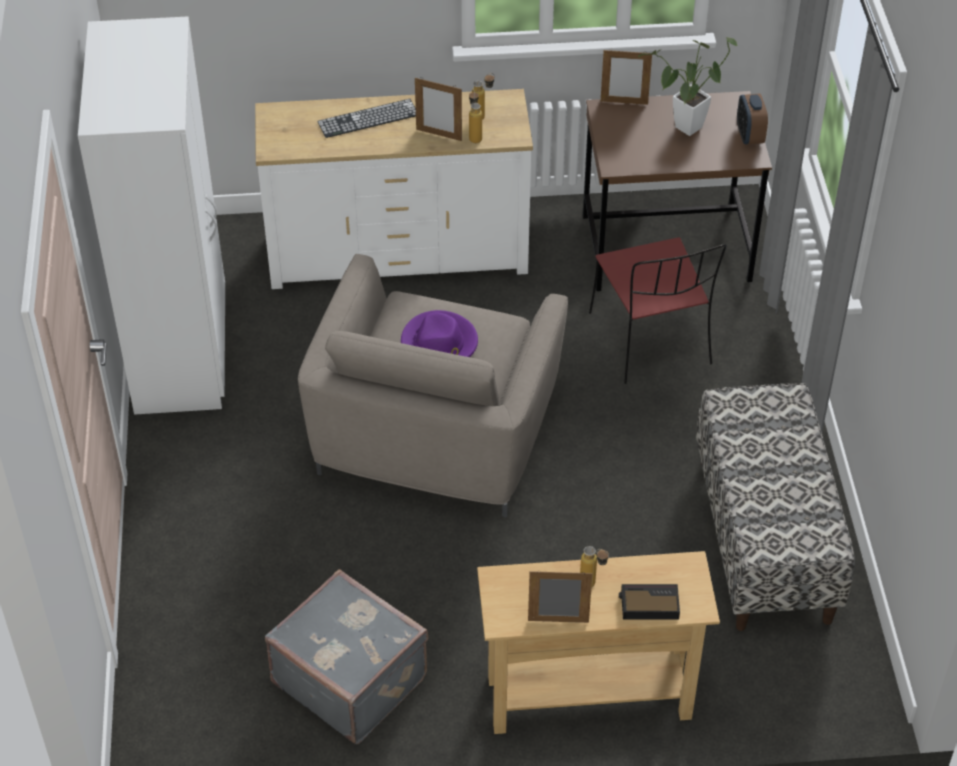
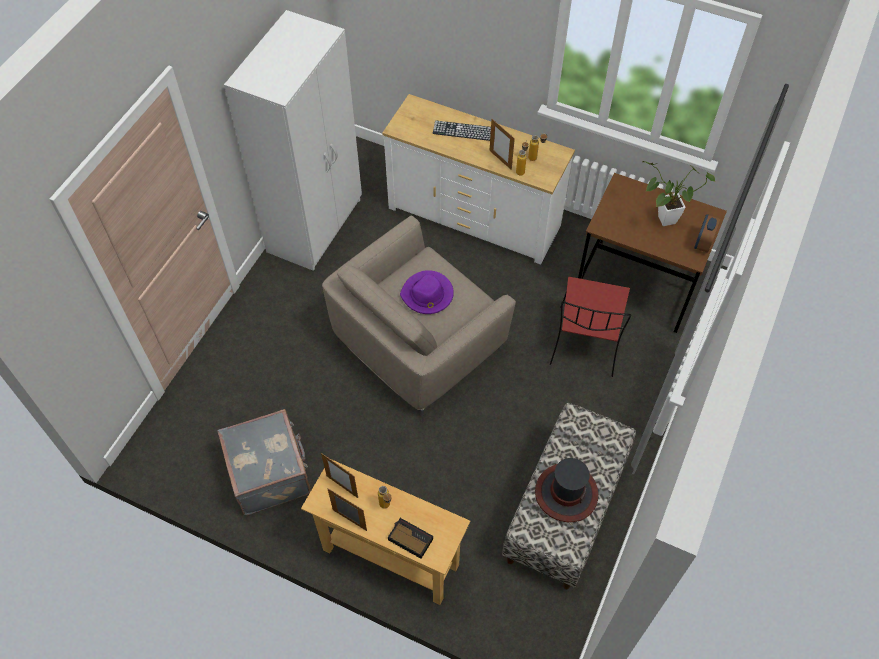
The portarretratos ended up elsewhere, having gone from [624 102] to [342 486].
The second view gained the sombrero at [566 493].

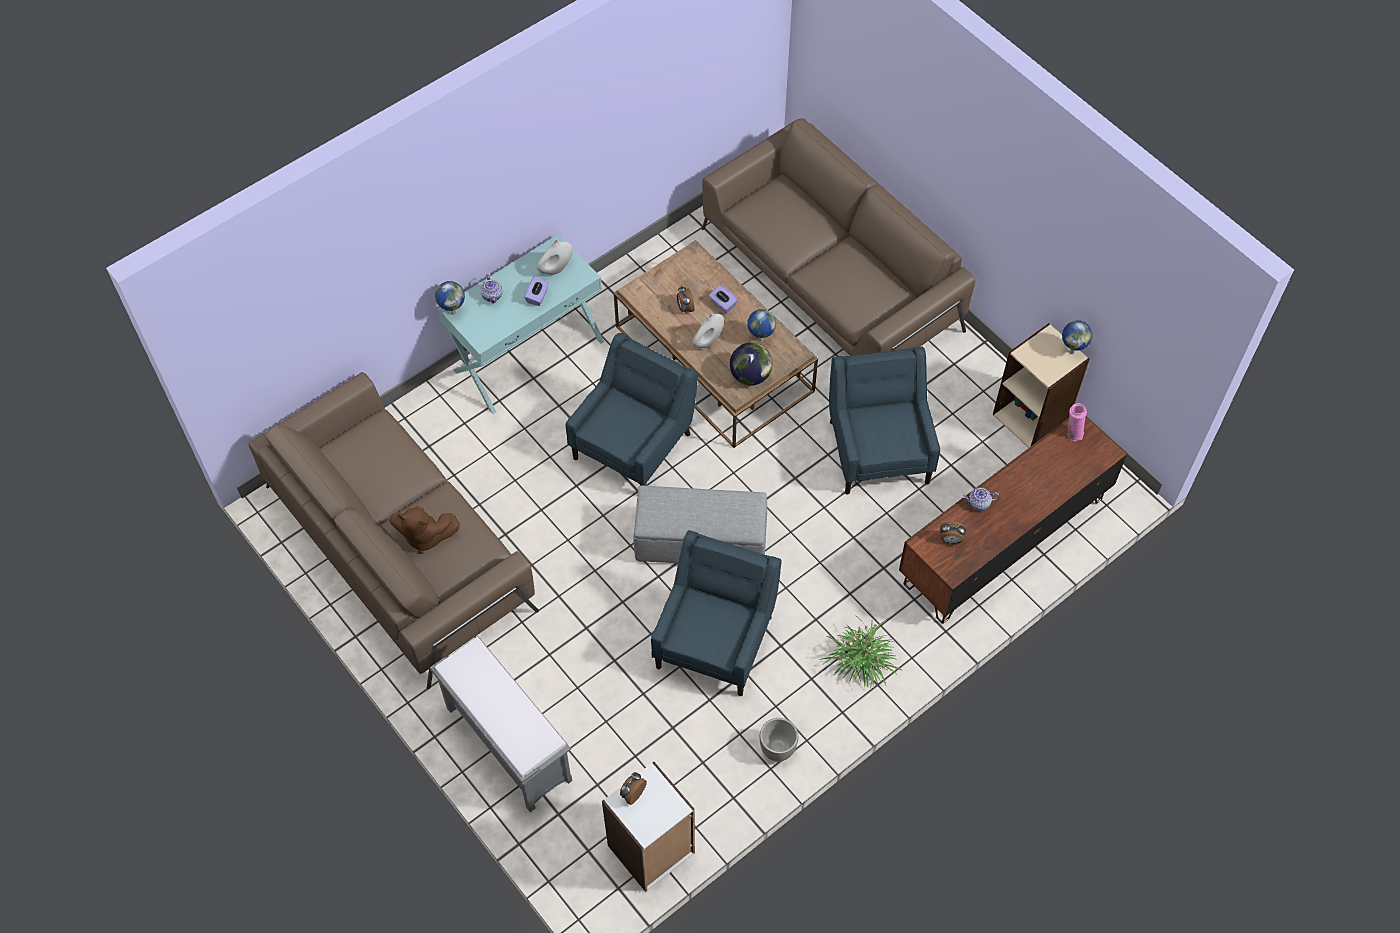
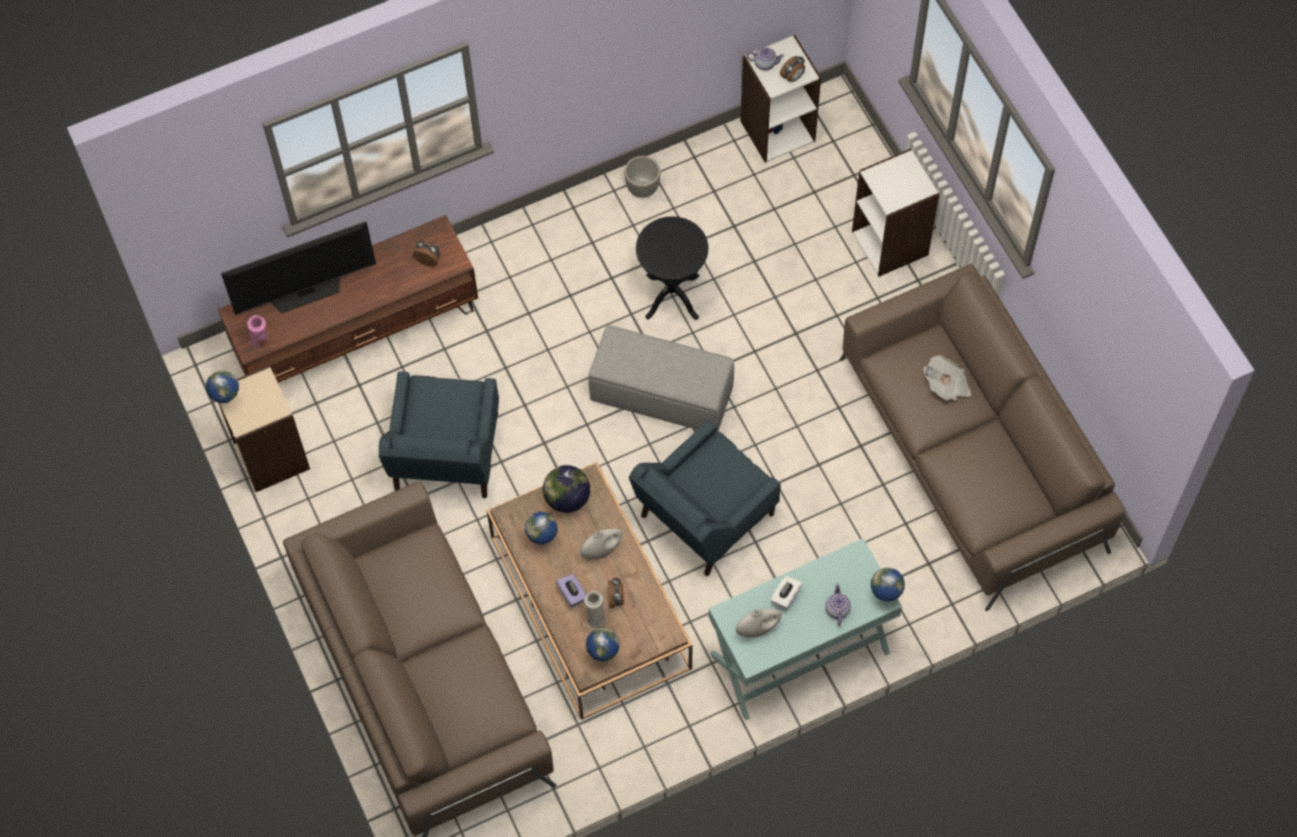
What was the caja de pañuelos (morado) at [537 296] turned into the caja de pañuelos (blanco) at [785 597].
The tetera ended up elsewhere, having gone from [979 503] to [764 63].
Where the peluche (marrón) stood at [424 536], the periódico came to stand at [946 385].
Where the sillón (azul) stood at [716 639], the mesa auxiliar (negro) came to stand at [672 296].
The second view lost the planta en maceta at [862 661].
Where the banco (gris) stood at [507 743], the estantería (blanco) came to stand at [891 243].
The second view gained the televisor at [306 292].
The second view gained the florero (blanco) at [595 618].
The second view gained the globo terráqueo at [602 656].

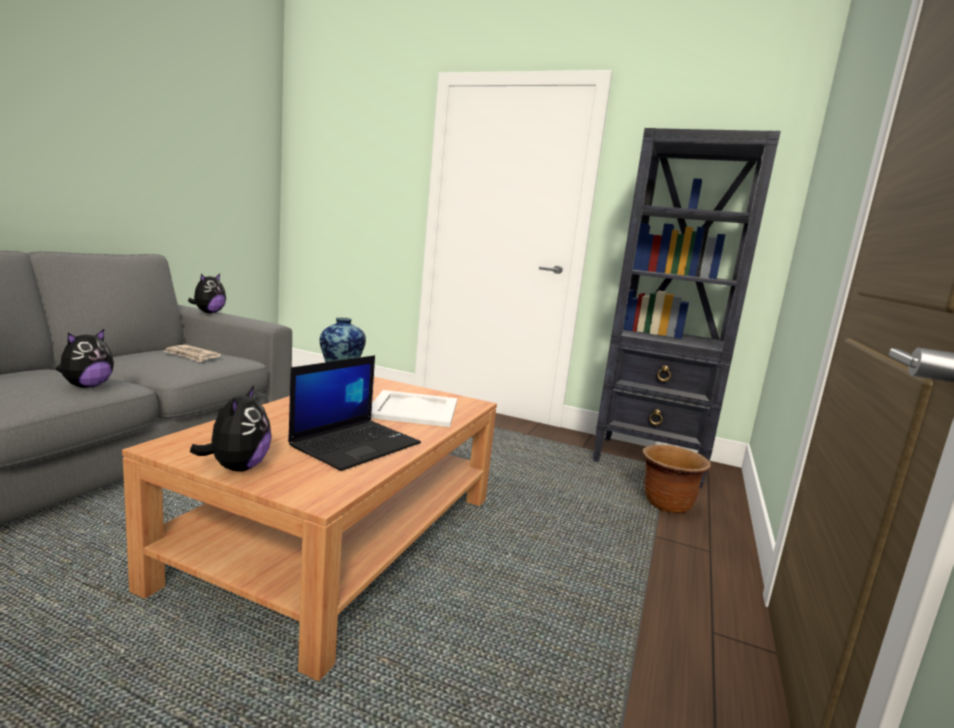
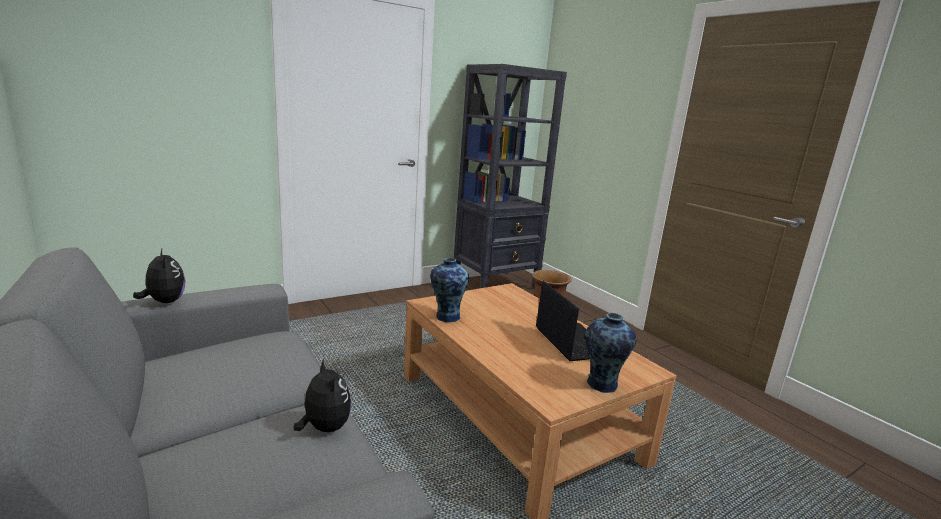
The second view lost the periódico at [192 355].
Where the peluche stood at [237 468], the florero came to stand at [601 385].
The second view lost the bandeja (blanco) at [414 409].

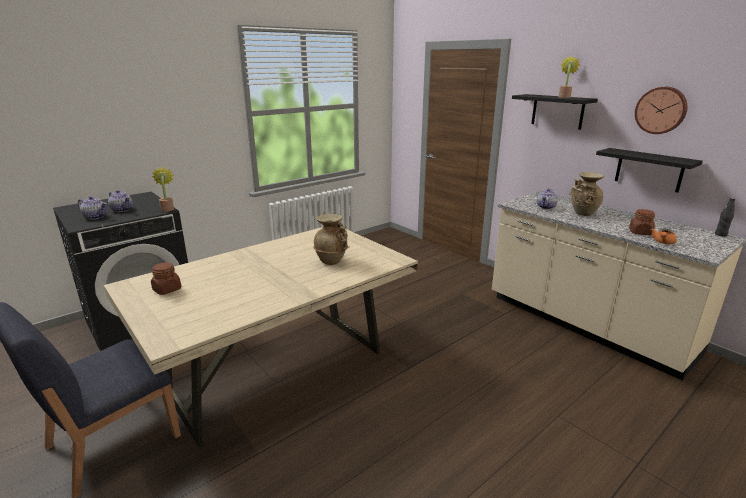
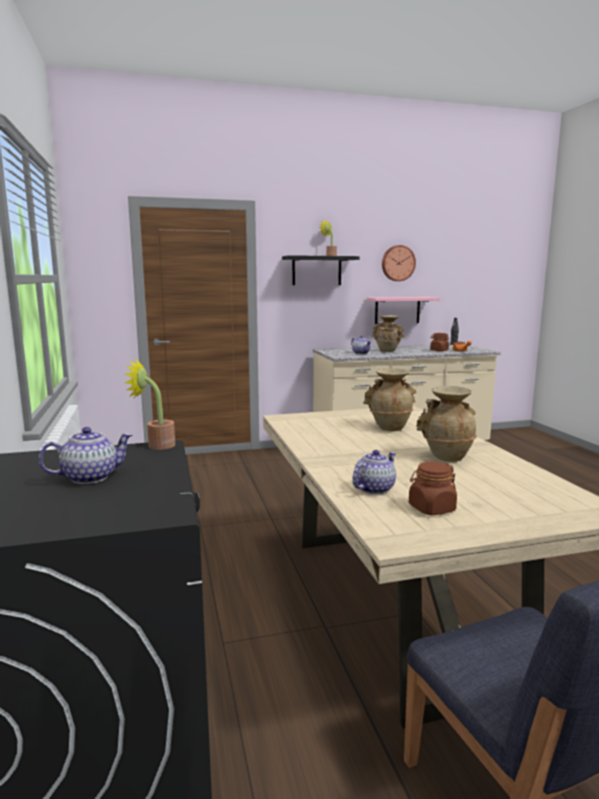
What was the estante (negro) at [649 170] turned into the estante (rosa) at [397 310].
The tetera ended up elsewhere, having gone from [96 217] to [374 488].
The second view gained the florero (beis) at [446 457].

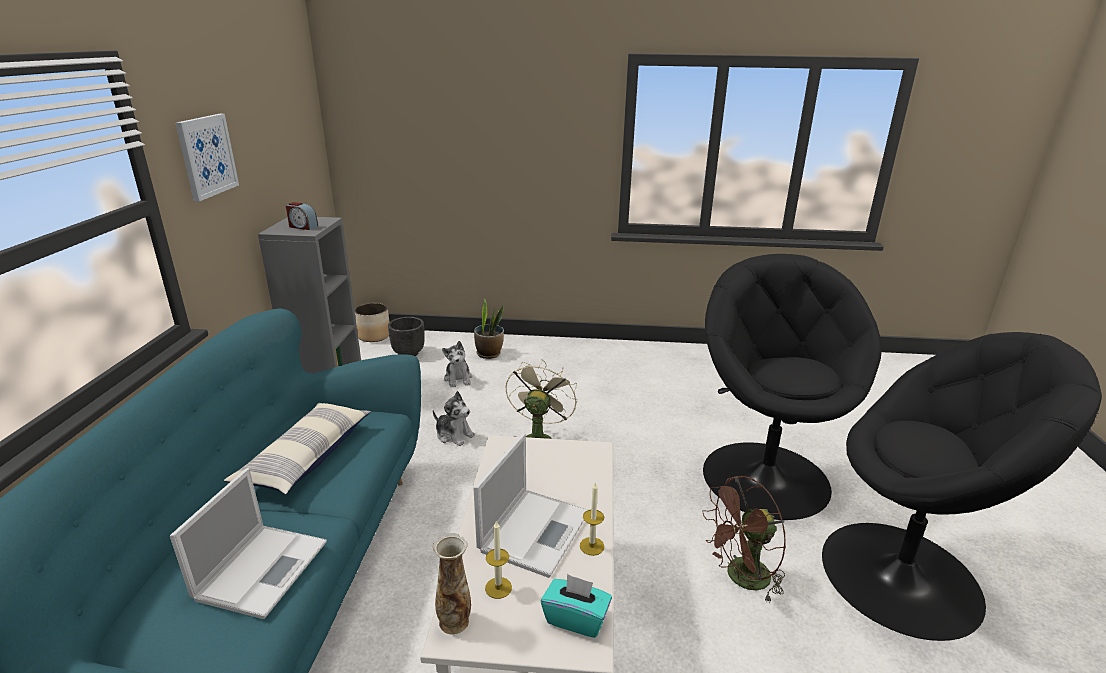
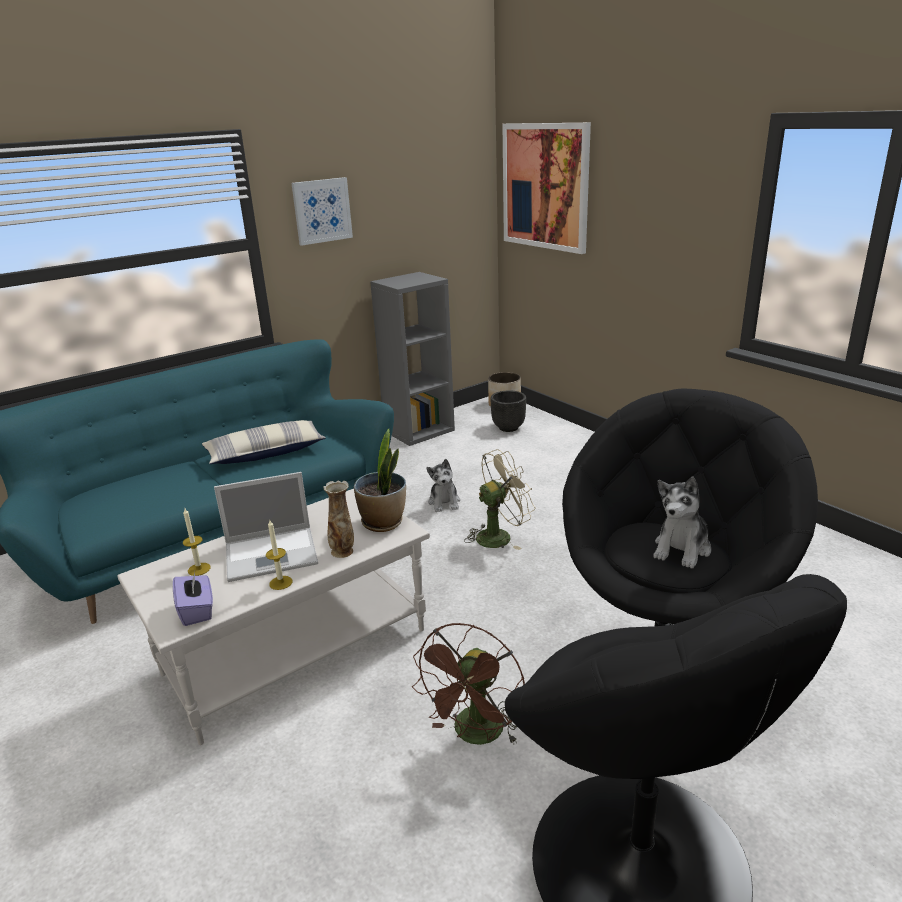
The second view lost the despertador at [302 227].
The planta en maceta ended up elsewhere, having gone from [489 353] to [383 522].
The peluche ended up elsewhere, having gone from [458 379] to [682 548].
The second view lost the portátil at [263 568].
The ventilador (marrón) at [741 579] ended up facing another way, 90 degrees counterclockwise from before.
The florero ended up elsewhere, having gone from [455 621] to [343 551].
What was the caja de pañuelos (turquesa) at [576 618] turned into the caja de pañuelos (morado) at [197 611].
The second view gained the cuadro at [545 186].

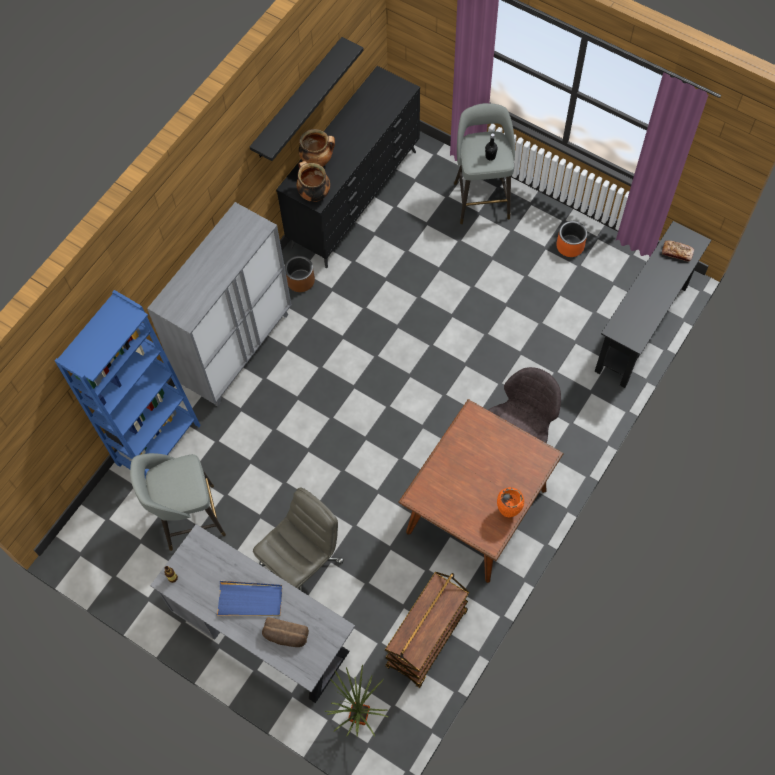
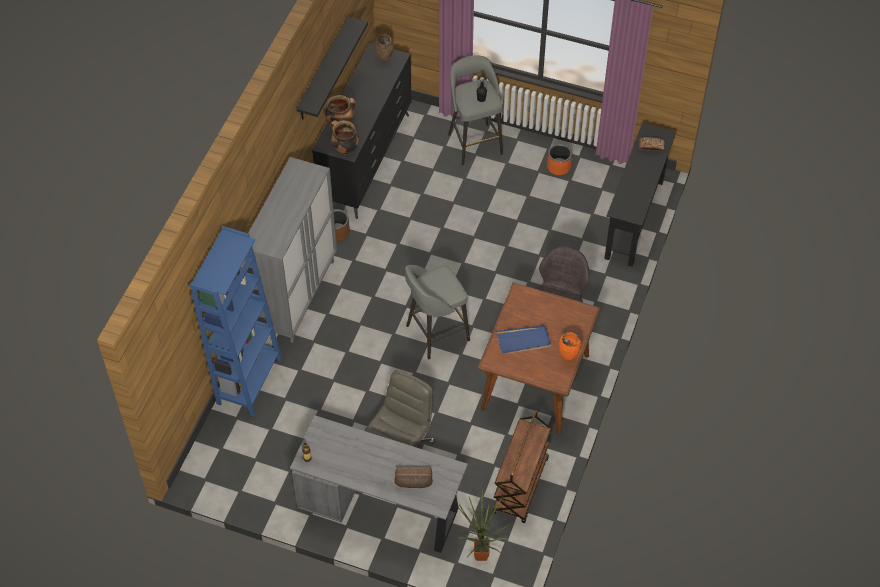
The taburete (gris) ended up elsewhere, having gone from [189 518] to [436 333].
The bandeja (azul) ended up elsewhere, having gone from [250 600] to [523 340].
The second view gained the florero (marrón) at [384 61].

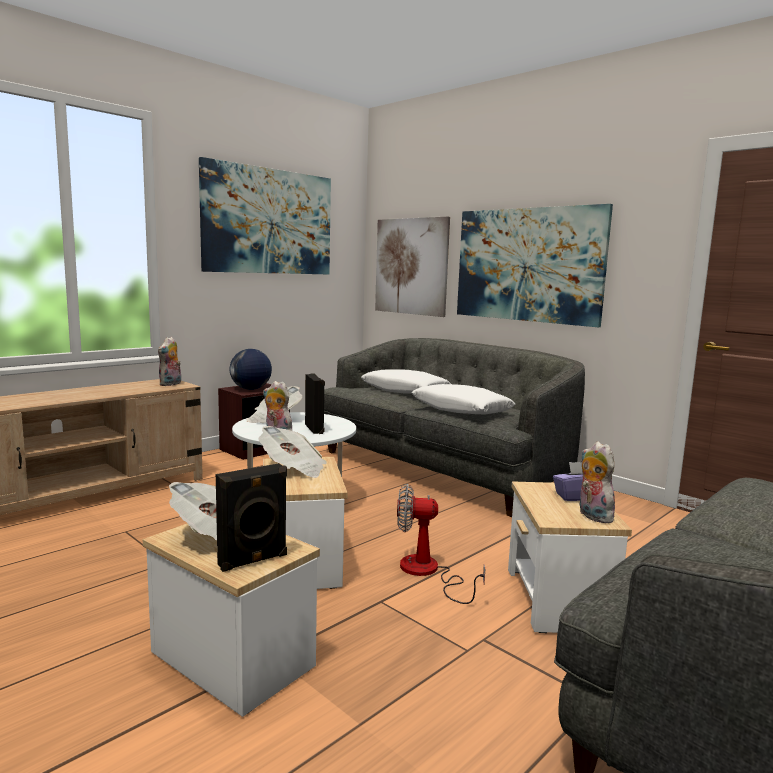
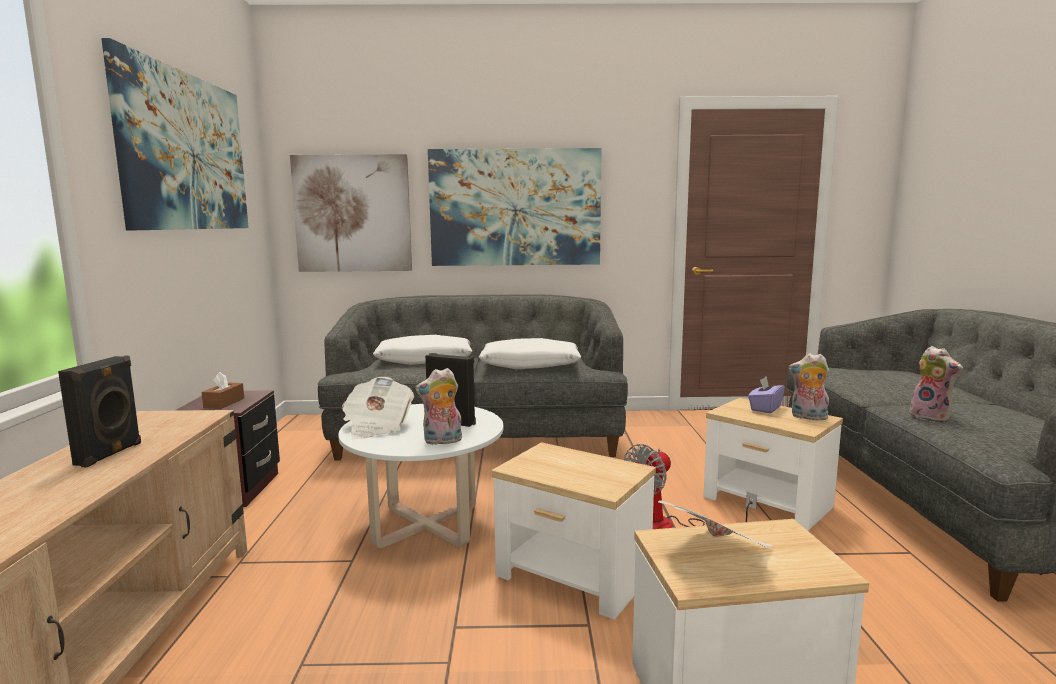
The peluche ended up elsewhere, having gone from [171 384] to [932 417].
Where the globo terráqueo stood at [251 389], the caja de pañuelos (marrón) came to stand at [224 403].
The second view lost the periódico at [293 469].
The altavoz (negro) ended up elsewhere, having gone from [253 561] to [110 454].

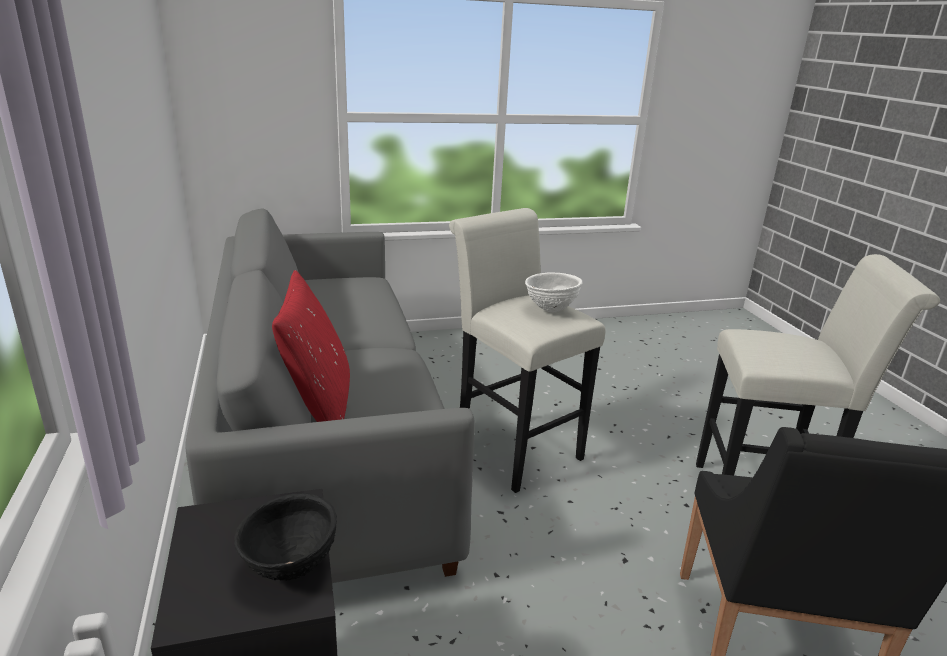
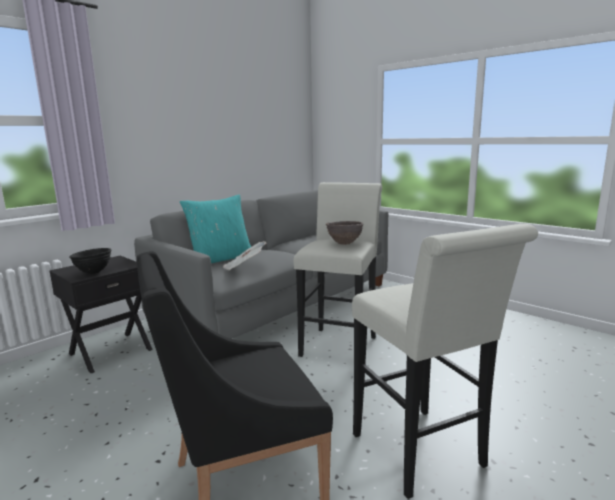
What was the cojín (rojo) at [319 408] turned into the cojín (turquesa) at [221 259].
What was the cuenco (blanco) at [550 310] turned into the cuenco (marrón) at [344 244].
The second view gained the periódico at [244 267].

